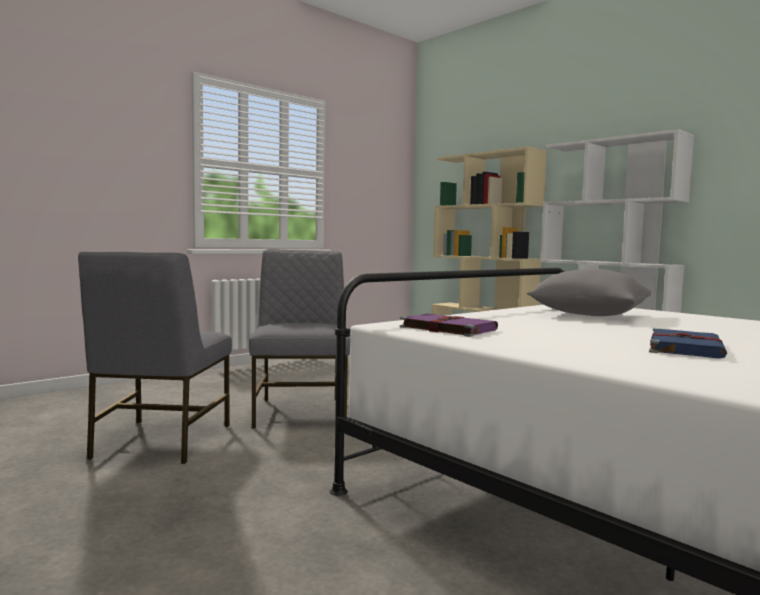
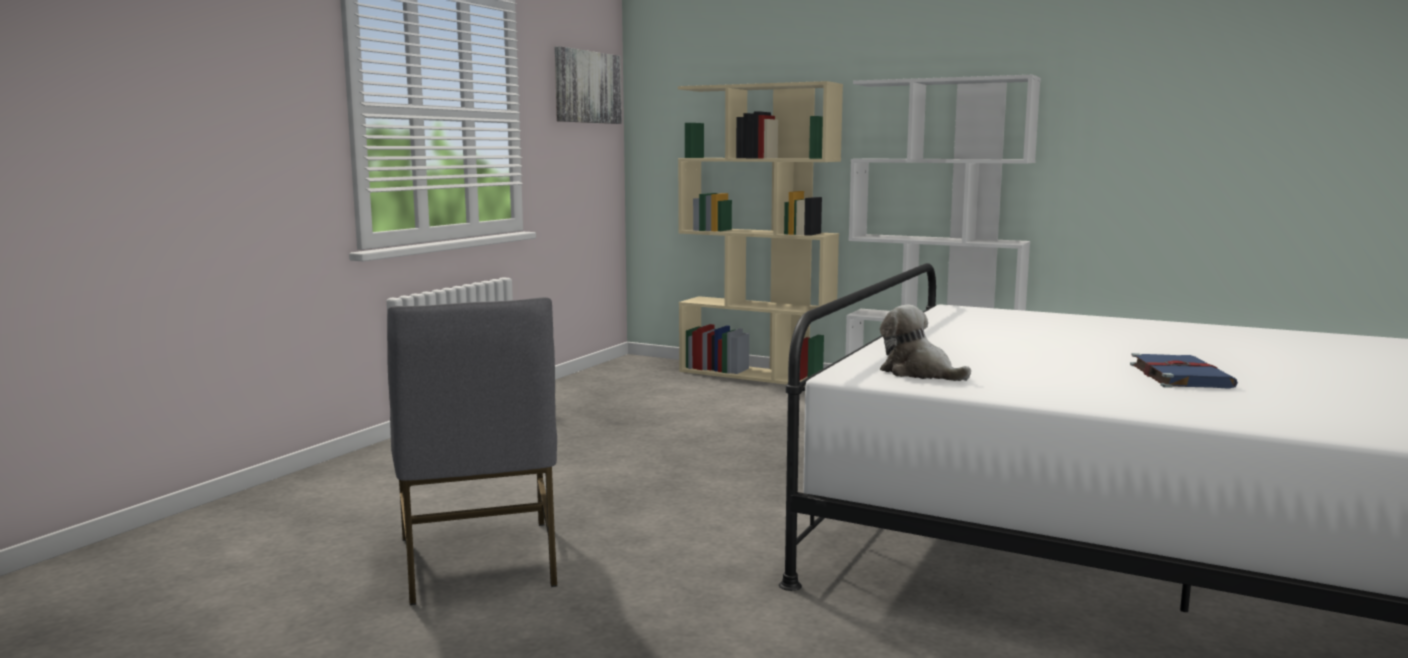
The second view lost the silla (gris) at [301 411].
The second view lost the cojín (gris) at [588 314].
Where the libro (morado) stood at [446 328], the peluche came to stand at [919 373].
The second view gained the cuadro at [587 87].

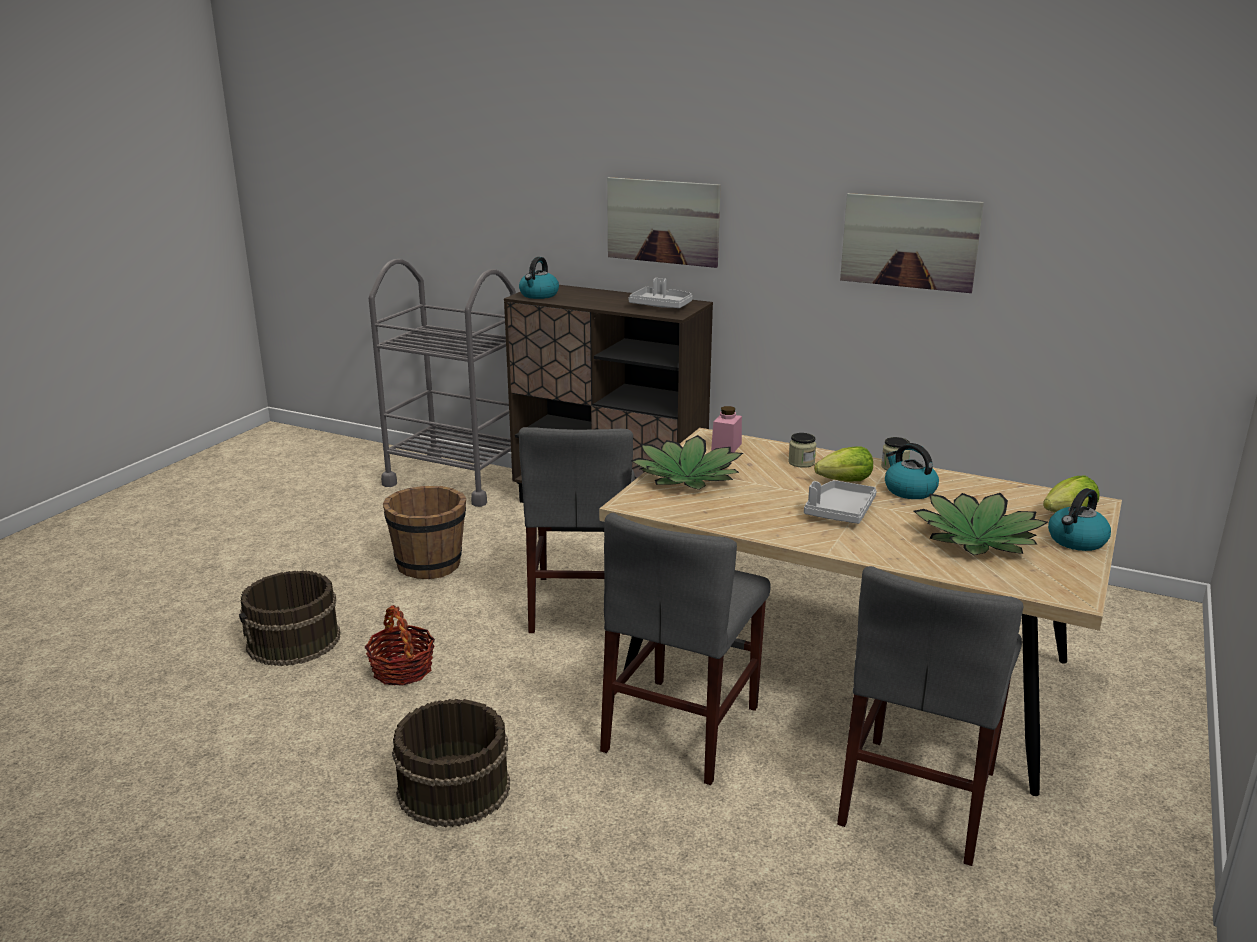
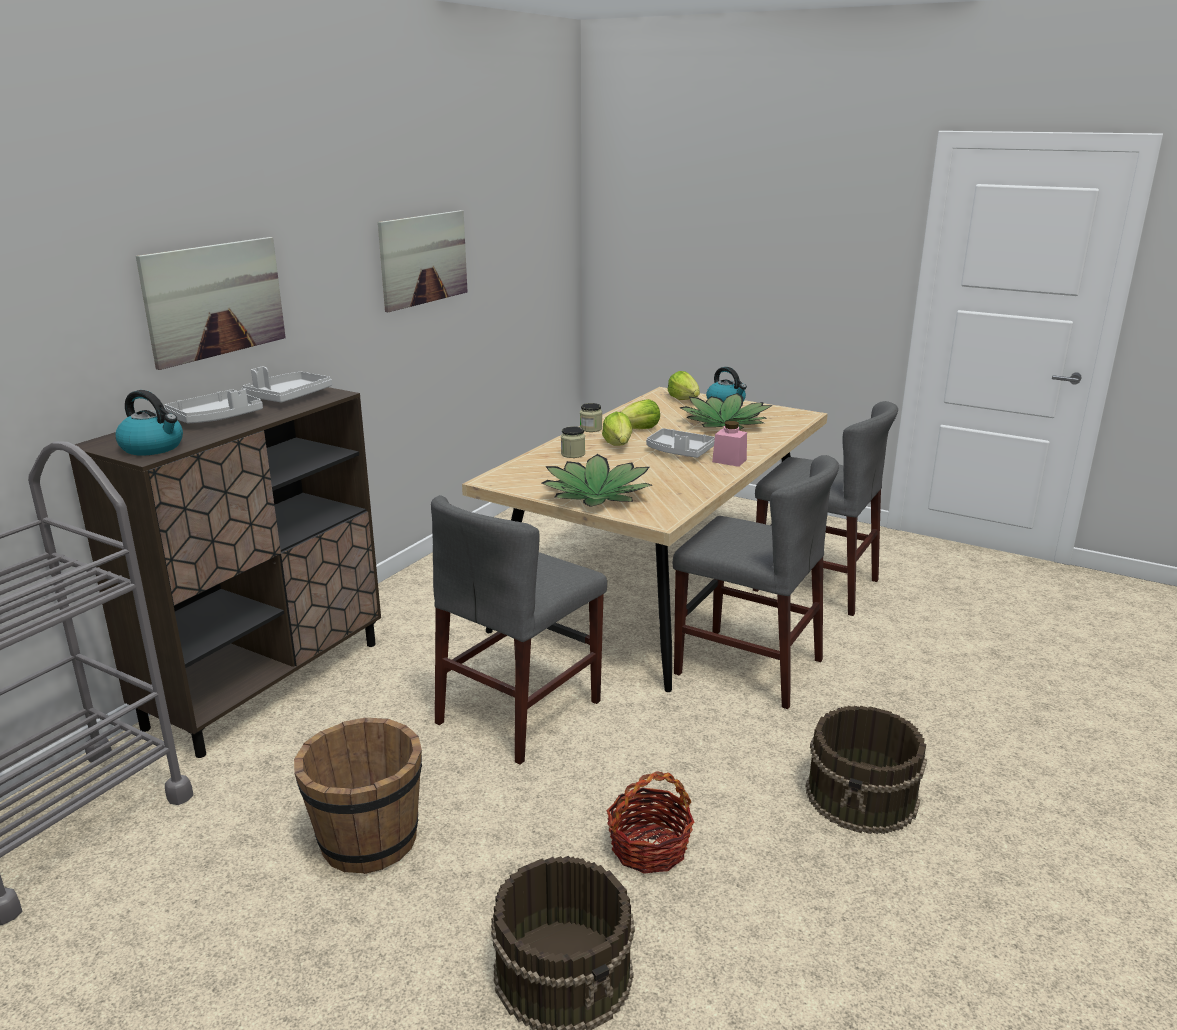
The tarro (rosa) ended up elsewhere, having gone from [726 446] to [729 461].
The silla (gris) at [582 604] ended up facing another way, 120 degrees clockwise from before.
Where the hervidor stood at [909 490], the lechuga came to stand at [639 430].
The second view gained the bandeja (gris) at [216 418].

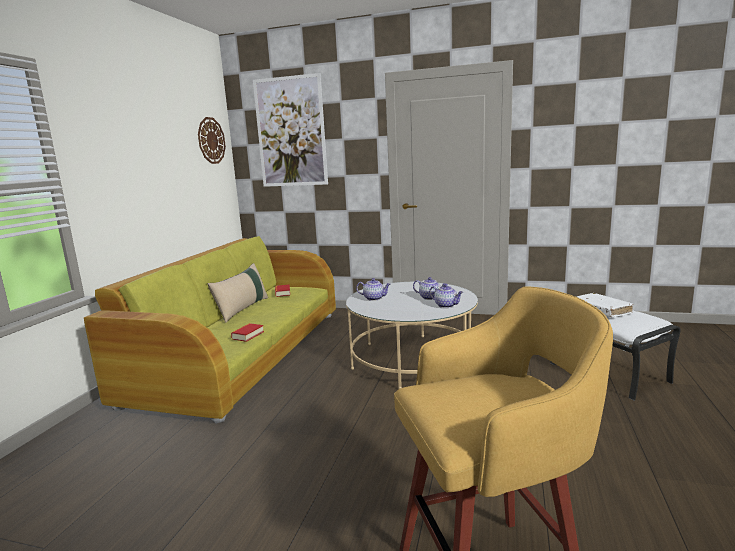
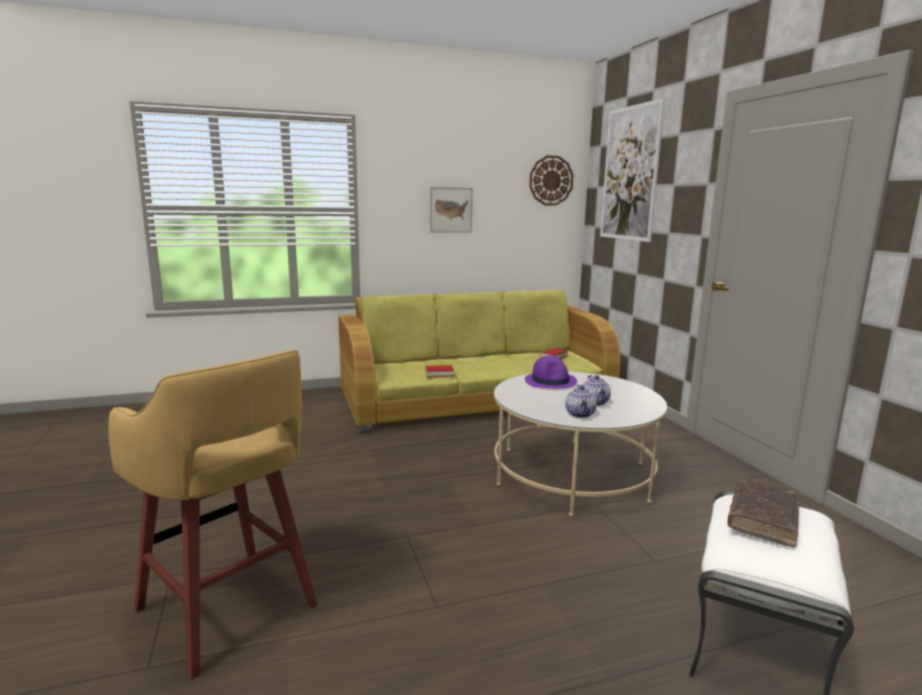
The second view lost the cojín (beis) at [242 309].
Where the tetera stood at [374 298], the sombrero (morado) came to stand at [550 381].
What was the libro (blanco) at [601 310] turned into the libro (marrón) at [762 520].
The second view gained the cuadro at [450 210].

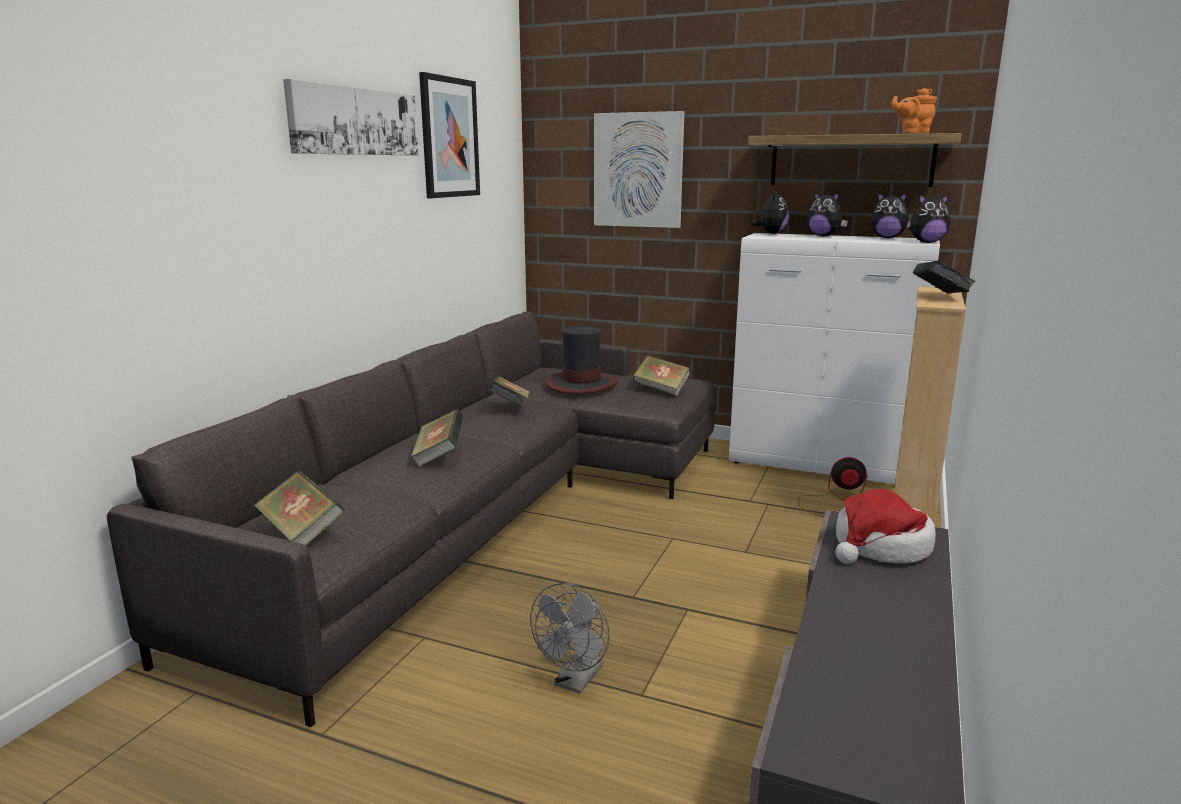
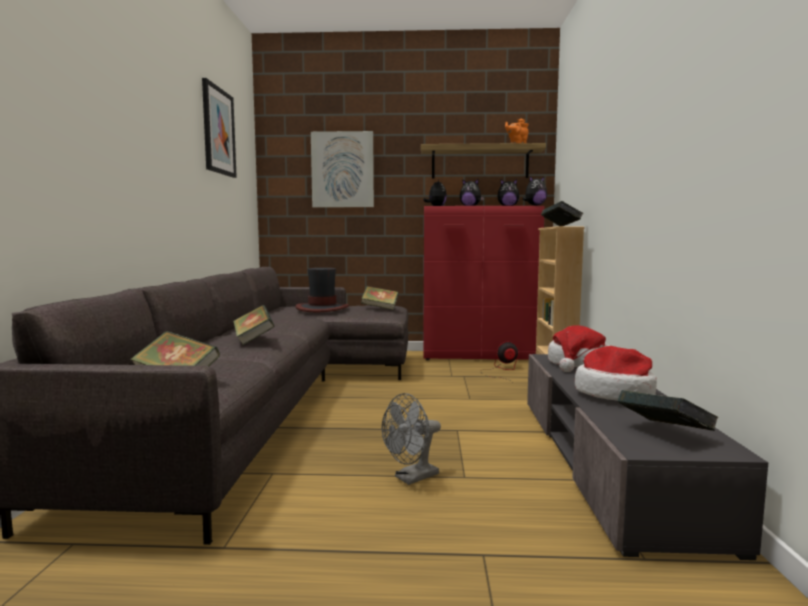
The second view lost the cuadro at [355 121].
What was the armario (blanco) at [820 466] turned into the armario (rojo) at [480 357].
The libro ended up elsewhere, having gone from [510 408] to [664 433].
The ventilador (gris) at [575 681] ended up facing another way, 45 degrees clockwise from before.
The second view gained the sombrero at [615 394].

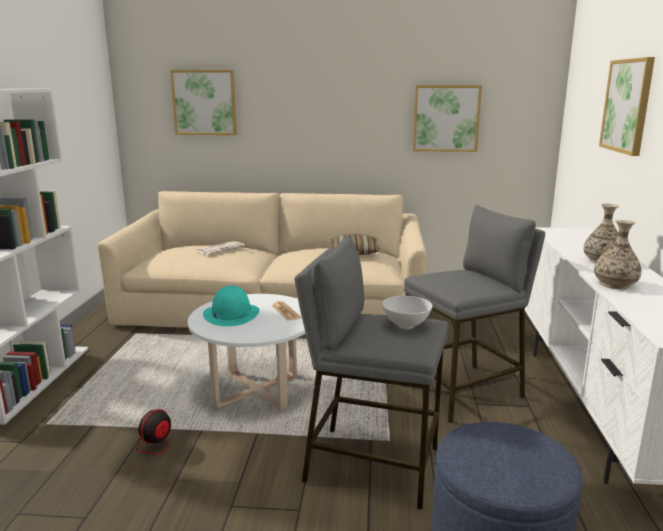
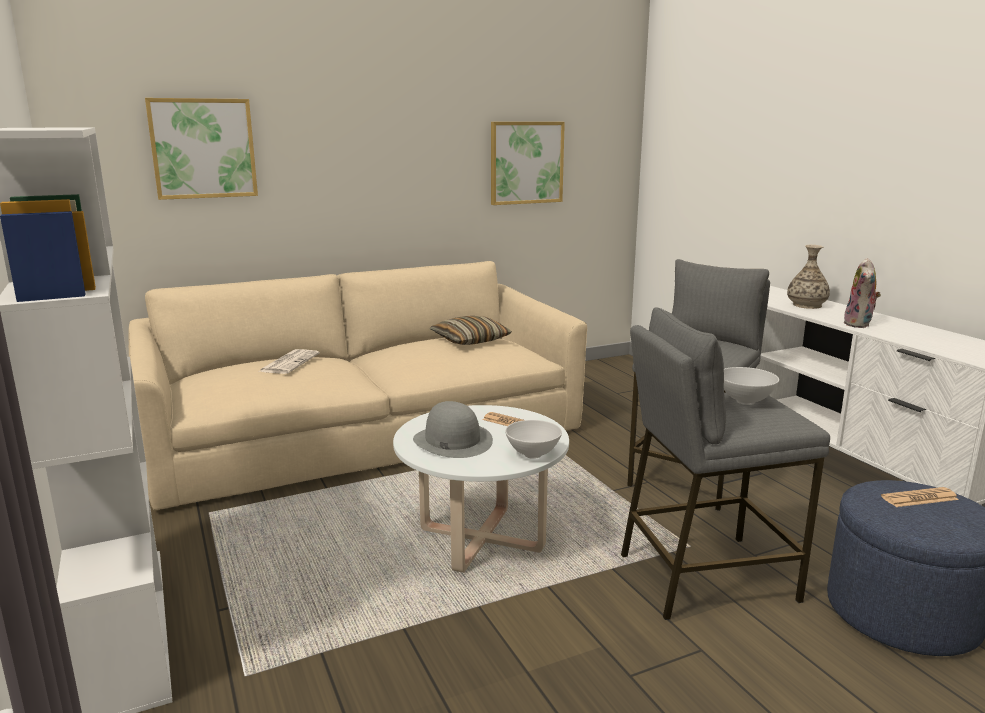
The second view lost the cuadro at [627 106].
Where the florero stood at [614 284], the peluche came to stand at [859 324].
What was the sombrero (turquesa) at [231 314] turned into the sombrero (gris) at [452 441].
The second view lost the ventilador at [156 458].
The second view gained the cuenco (blanco) at [533 455].
The second view gained the periódico at [919 498].

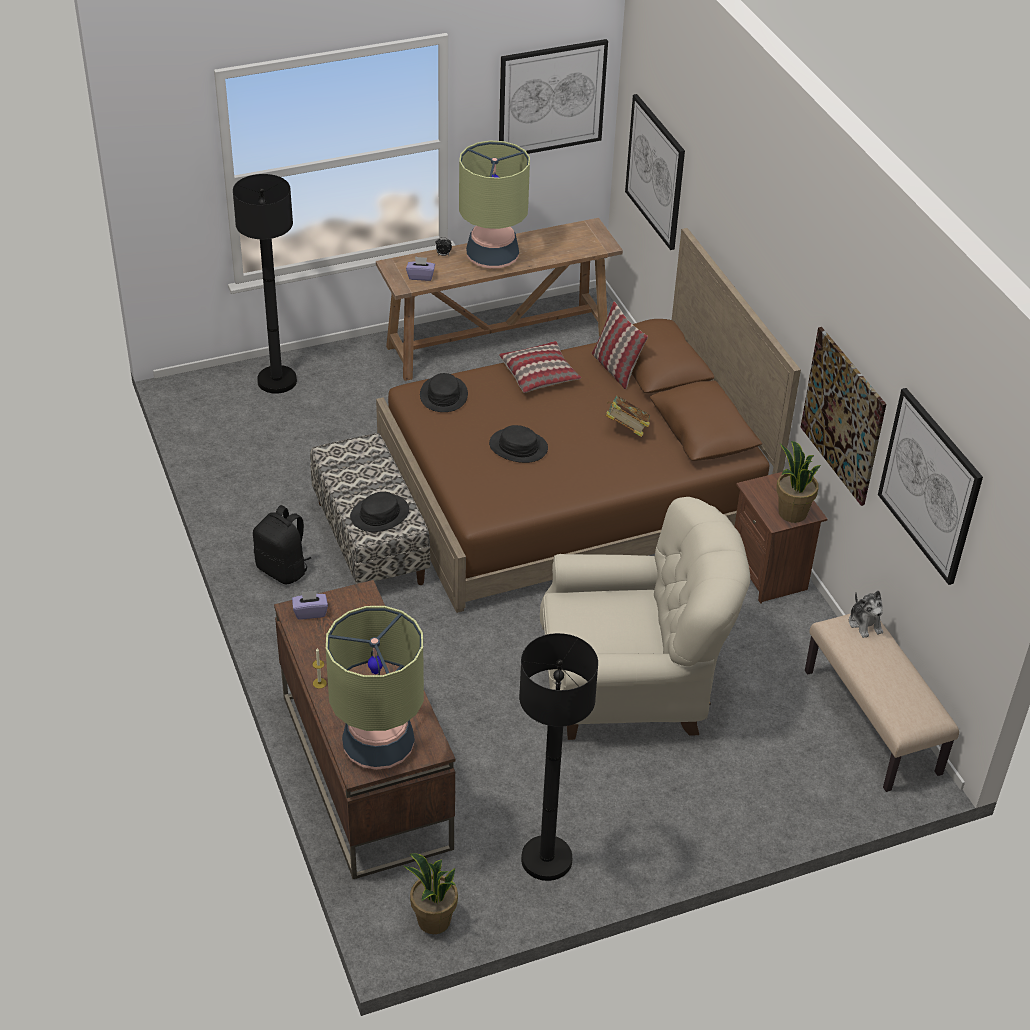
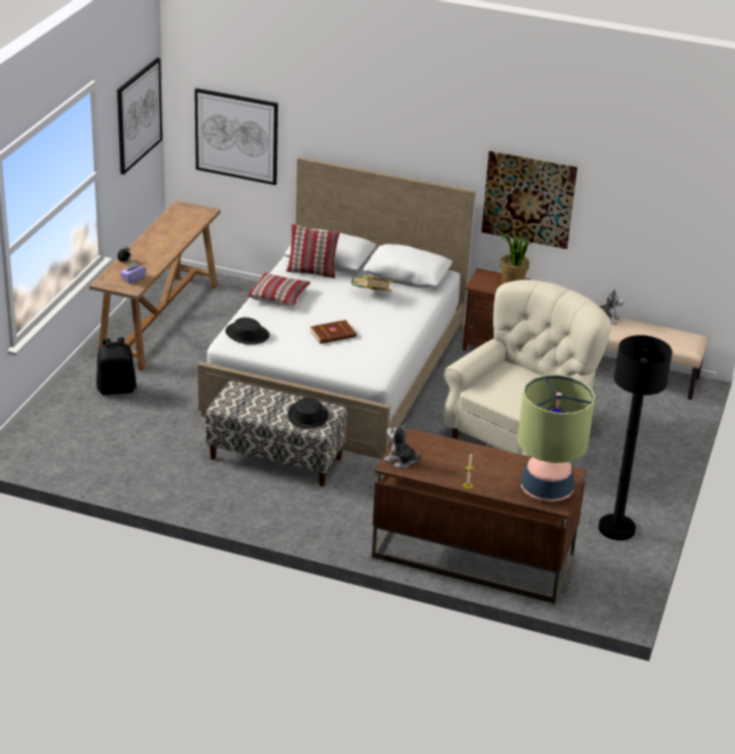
The second view lost the lámpara de mesa at [492 257].
The second view lost the lámpara de pie (negro) at [277 381].
What was the cama (marrón) at [572 494] turned into the cama (blanco) at [337 369].
The second view lost the cuadro at [930 485].
Where the sombrero (negro) stood at [518 447], the libro (marrón) came to stand at [333 334].
The mochila (negro) ended up elsewhere, having gone from [283 569] to [116 389].
Where the caja de pañuelos (morado) stood at [310 612], the peluche came to stand at [401 460].
The second view lost the planta en maceta at [433 921].

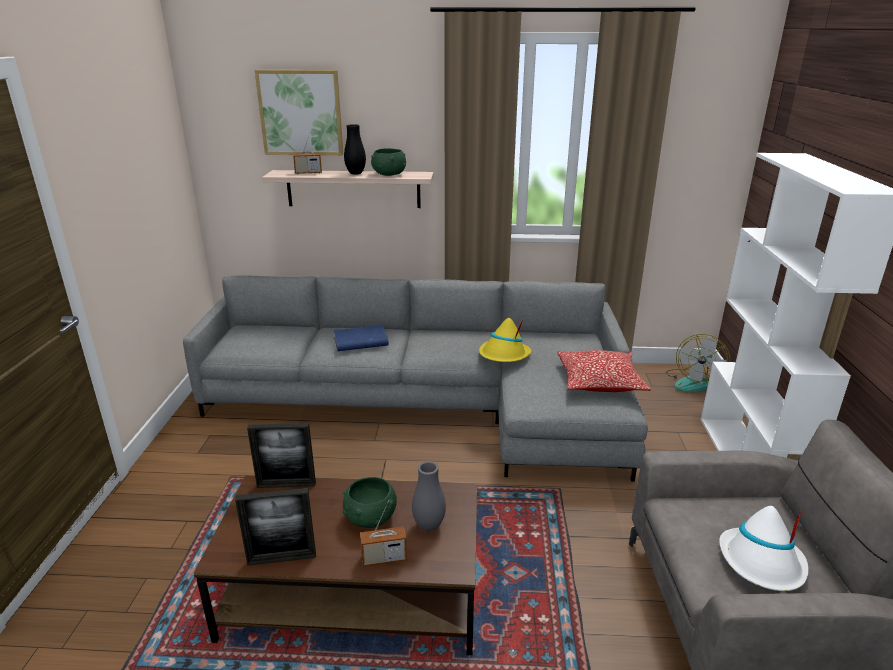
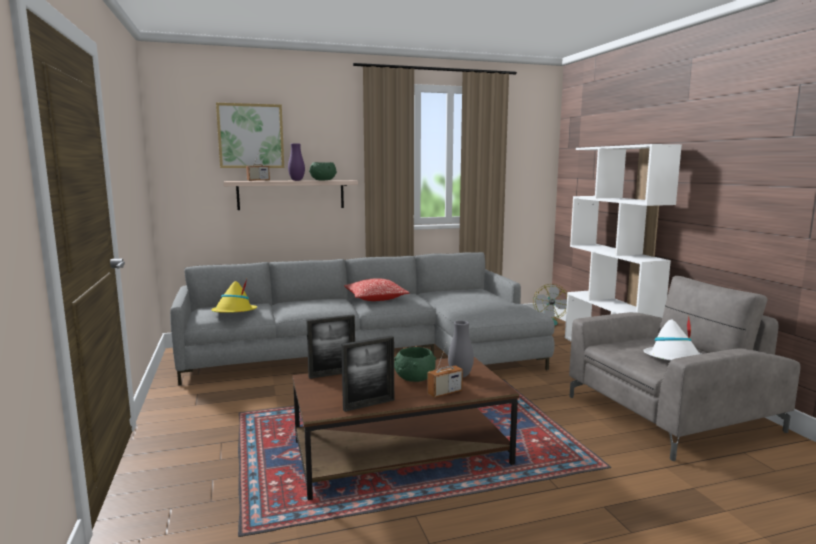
What was the florero (negro) at [356 173] turned into the florero (morado) at [296 180].
The sombrero (amarillo) ended up elsewhere, having gone from [504 355] to [234 312].
The second view lost the libro (azul) at [360 342].
The cojín ended up elsewhere, having gone from [599 382] to [375 298].

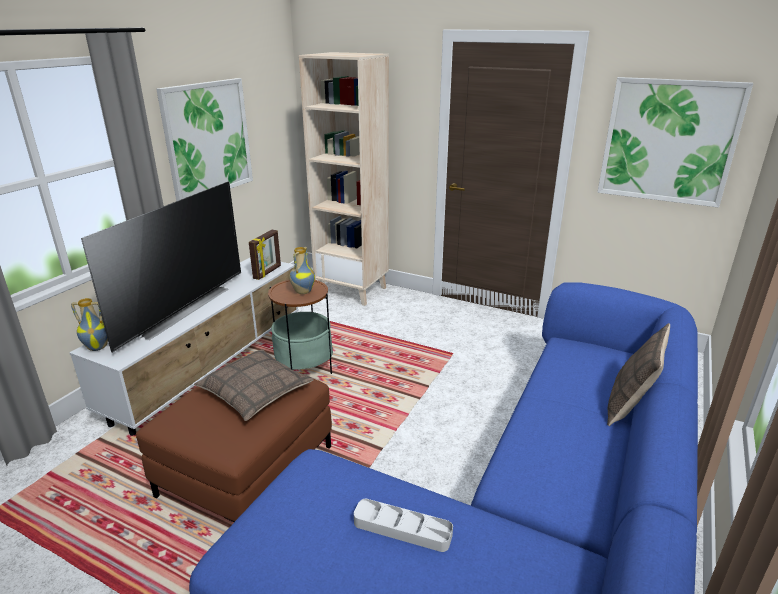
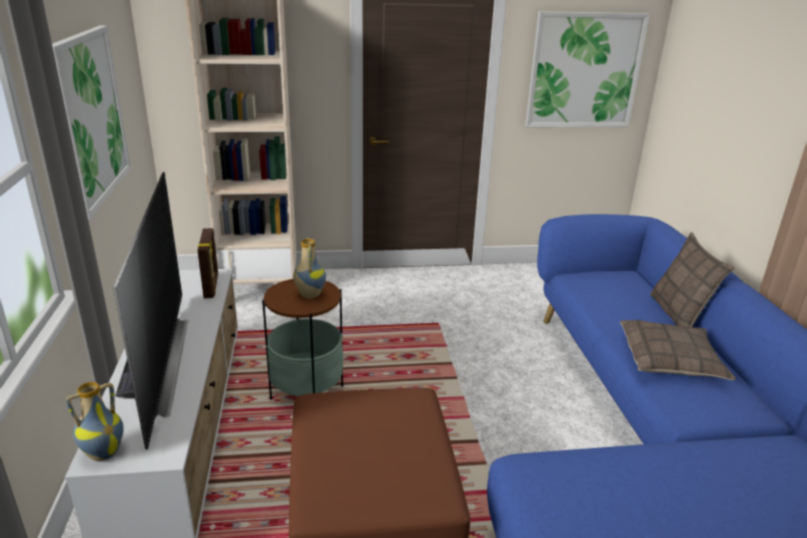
The cojín ended up elsewhere, having gone from [255 392] to [671 359].
The second view lost the bandeja (gris) at [402 528].

